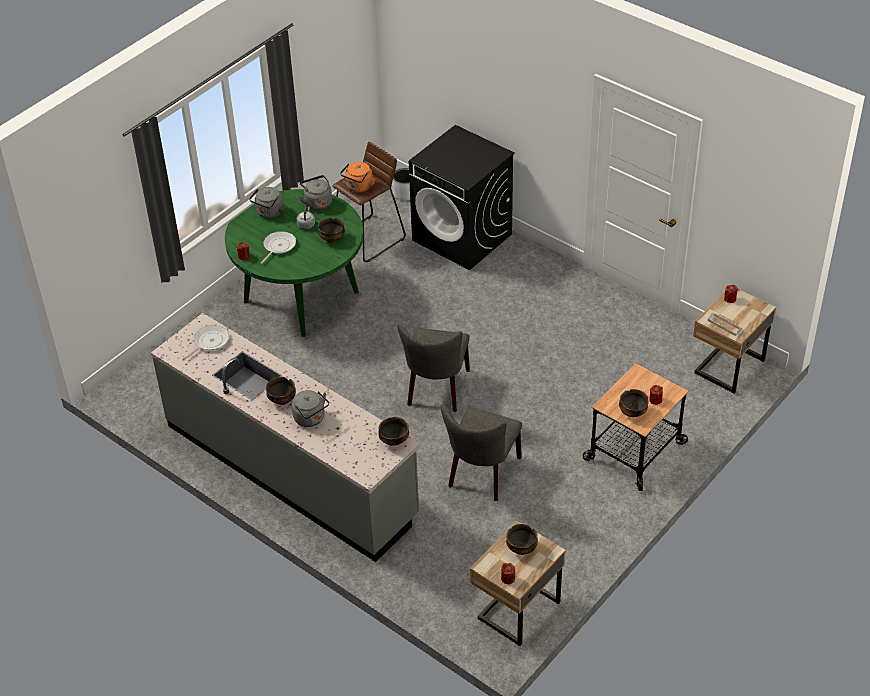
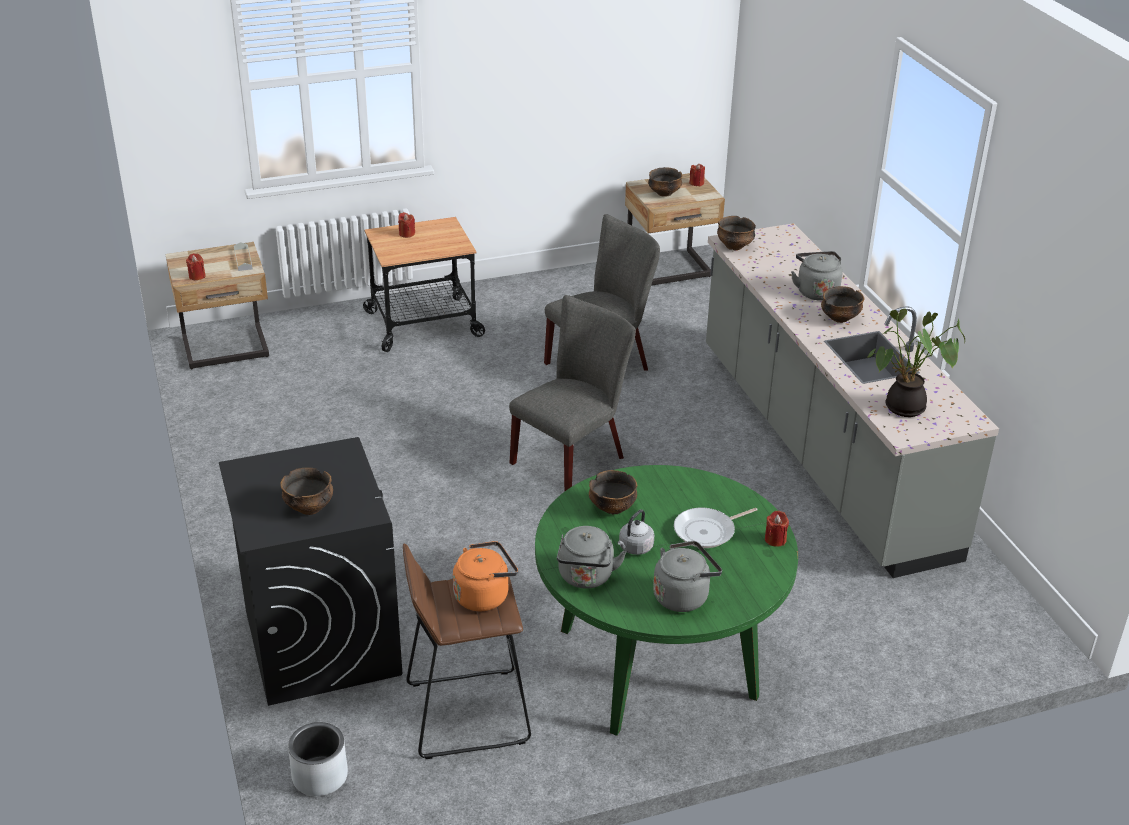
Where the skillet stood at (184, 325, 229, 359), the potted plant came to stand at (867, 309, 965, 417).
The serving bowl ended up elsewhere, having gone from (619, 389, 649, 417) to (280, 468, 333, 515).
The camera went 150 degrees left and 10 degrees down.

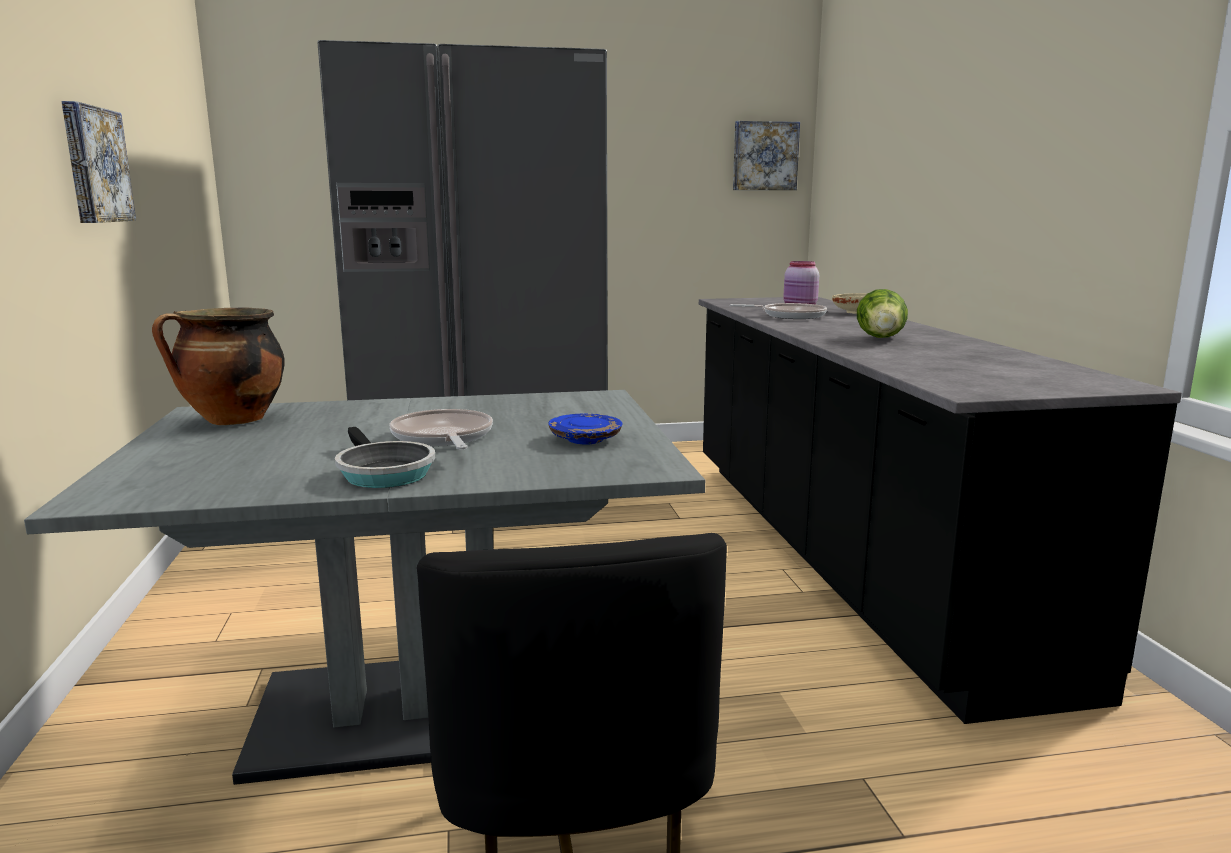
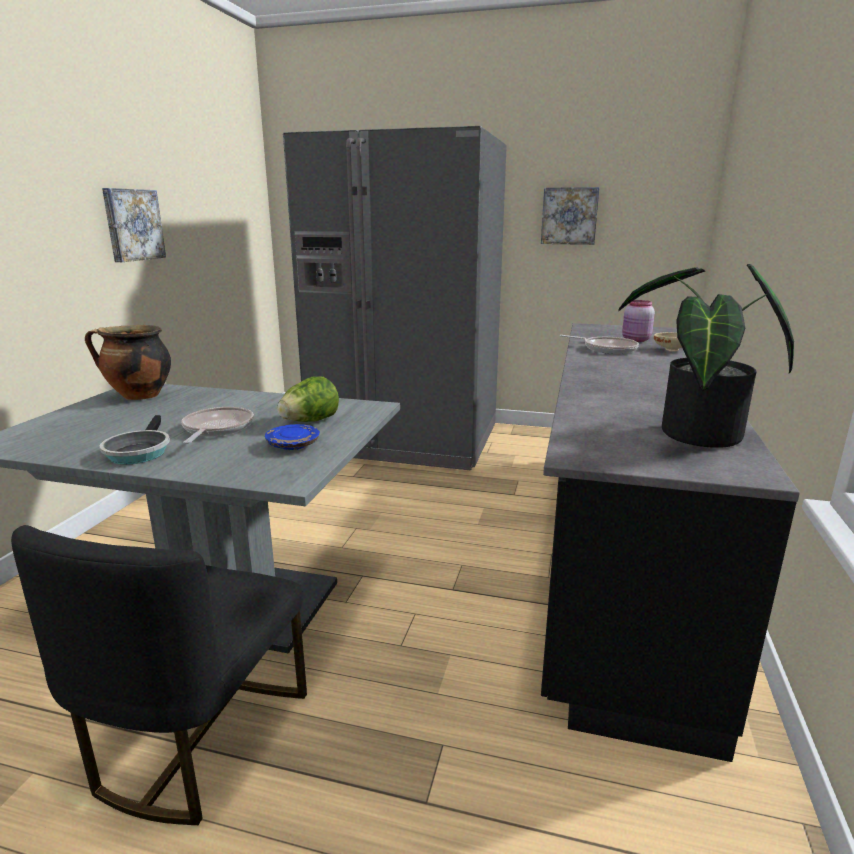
The wall art ended up elsewhere, having gone from (733, 121, 800, 190) to (541, 187, 599, 245).
The lettuce ended up elsewhere, having gone from (857, 289, 908, 338) to (277, 376, 339, 422).
The second view gained the potted plant at (618, 264, 794, 448).
The camera went 25 degrees right and 5 degrees up.

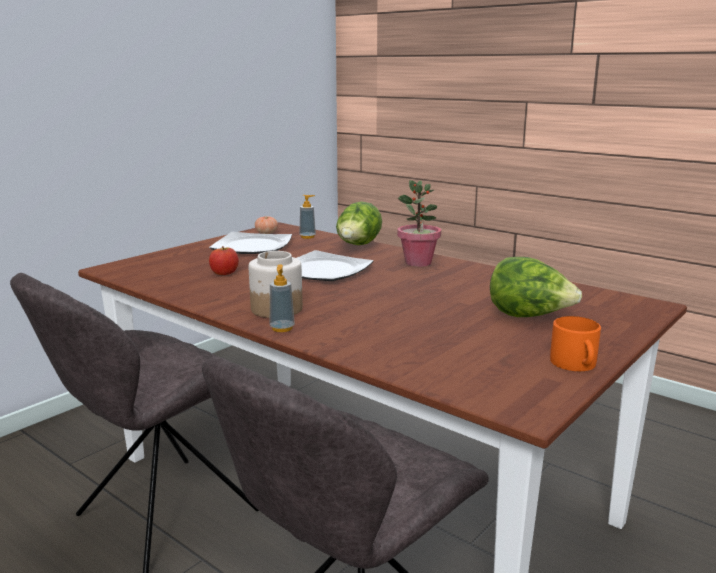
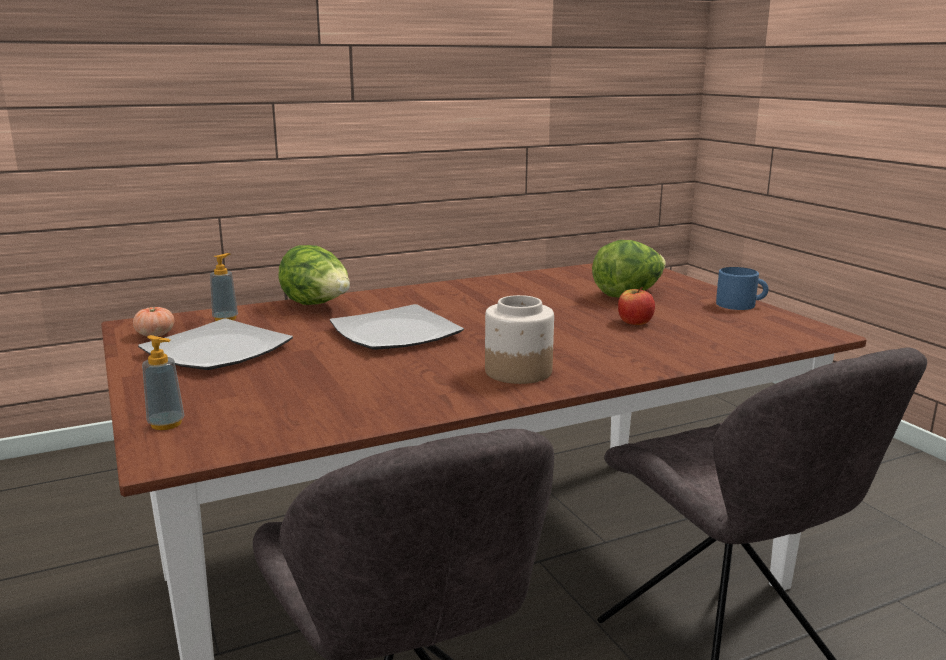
The second view lost the potted plant at (397, 180, 441, 267).
The whole apple ended up elsewhere, having gone from (209, 246, 239, 275) to (618, 287, 655, 325).
The soap bottle ended up elsewhere, having gone from (270, 264, 295, 332) to (142, 335, 184, 430).
What was the orangey mug at (550, 316, 601, 371) turned into the blue-coloured mug at (716, 267, 768, 310).
The camera went 65 degrees left and 0 degrees up.

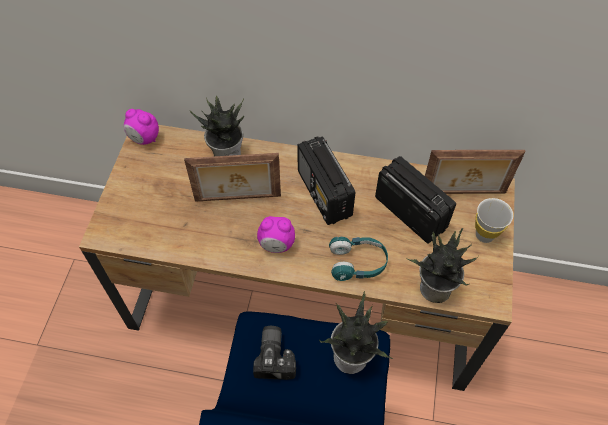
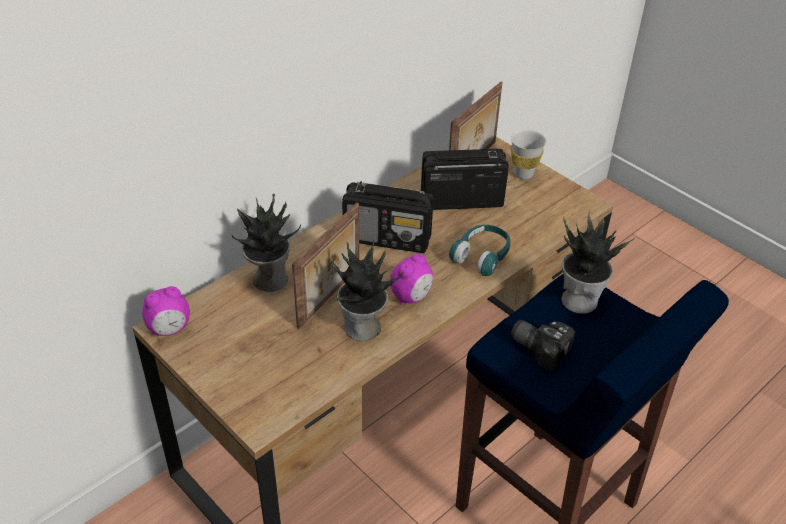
The potted plant ended up elsewhere, having gone from (406, 228, 478, 303) to (331, 240, 403, 341).
The camera went 55 degrees left and 15 degrees down.

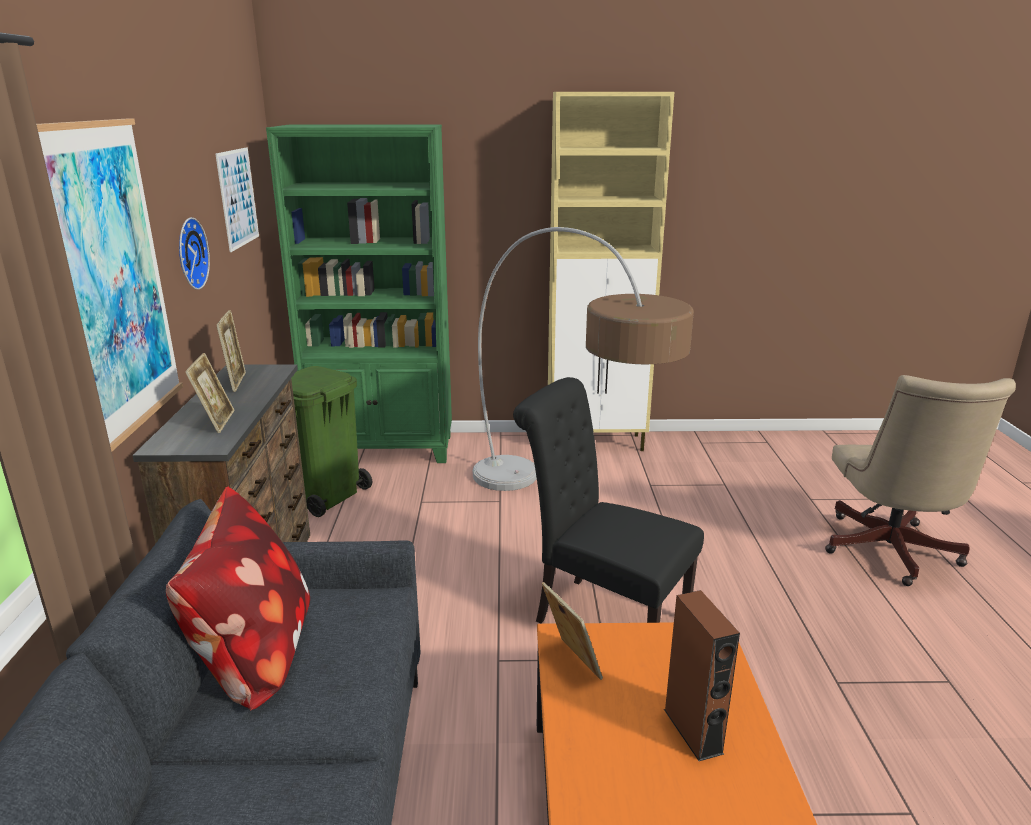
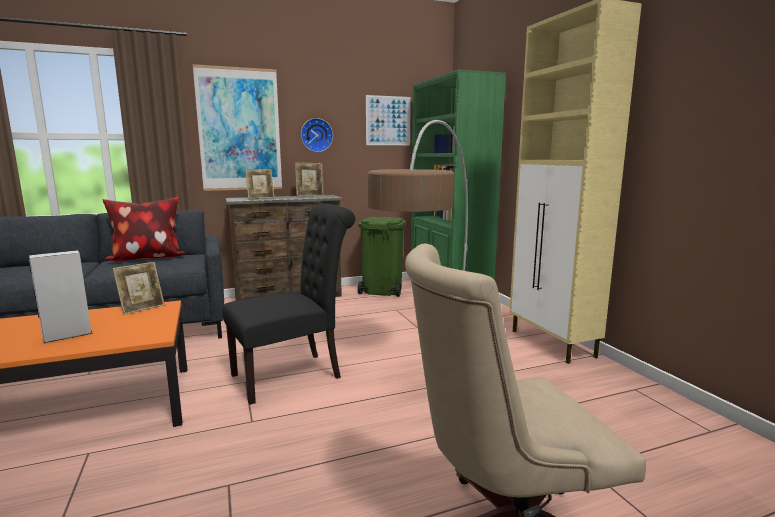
The black-coloured chair at (513, 377, 704, 623) ended up facing another way, 45 degrees clockwise from before.
What was the brown speaker at (664, 590, 740, 761) turned into the gray speaker at (29, 250, 93, 343).
The camera went 70 degrees right and 10 degrees down.

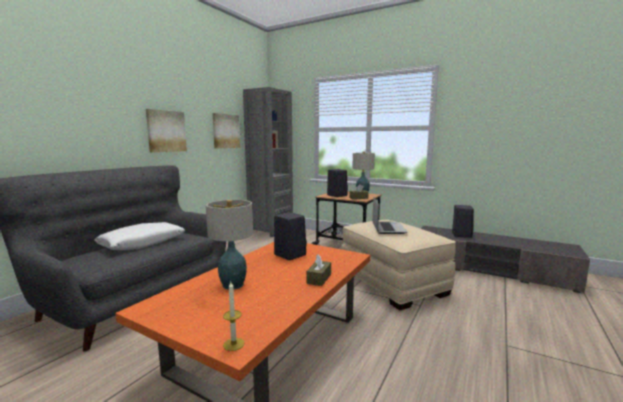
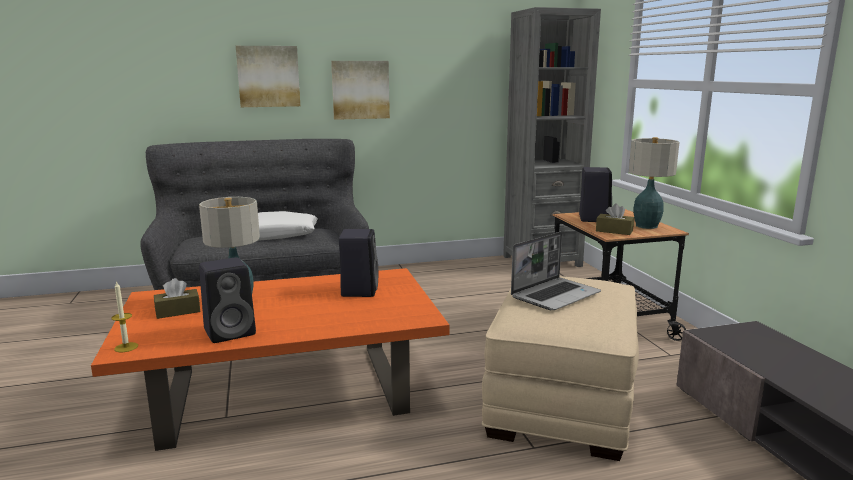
The wall art ended up elsewhere, having gone from (212, 113, 240, 148) to (236, 46, 300, 107).
The black-coloured speaker ended up elsewhere, having gone from (452, 205, 474, 238) to (199, 257, 256, 343).
The brown box of tissues ended up elsewhere, having gone from (306, 254, 331, 286) to (154, 278, 200, 319).
The camera went 45 degrees right and 5 degrees up.

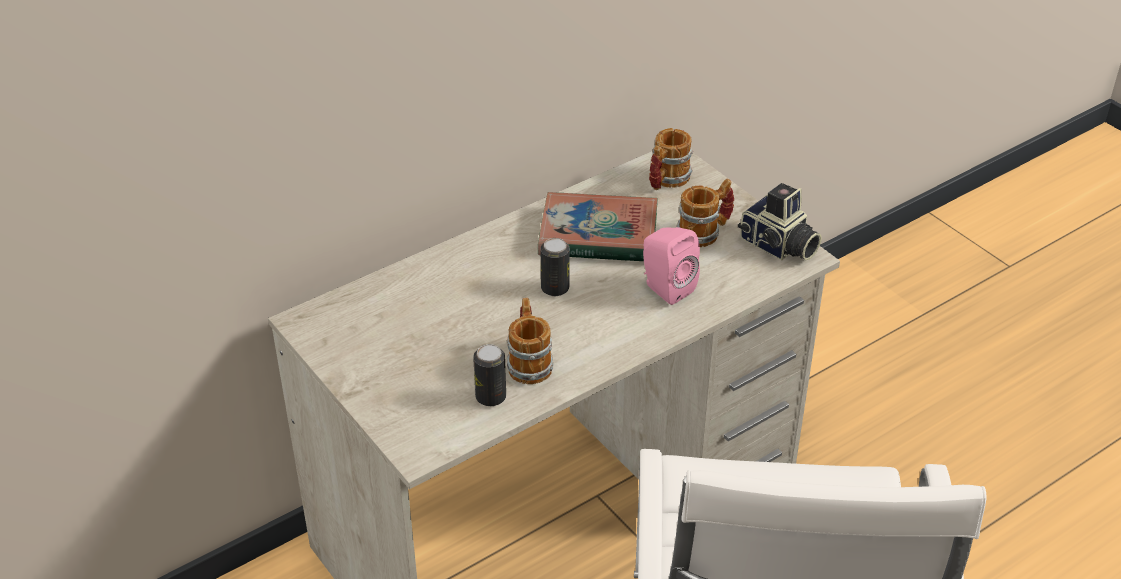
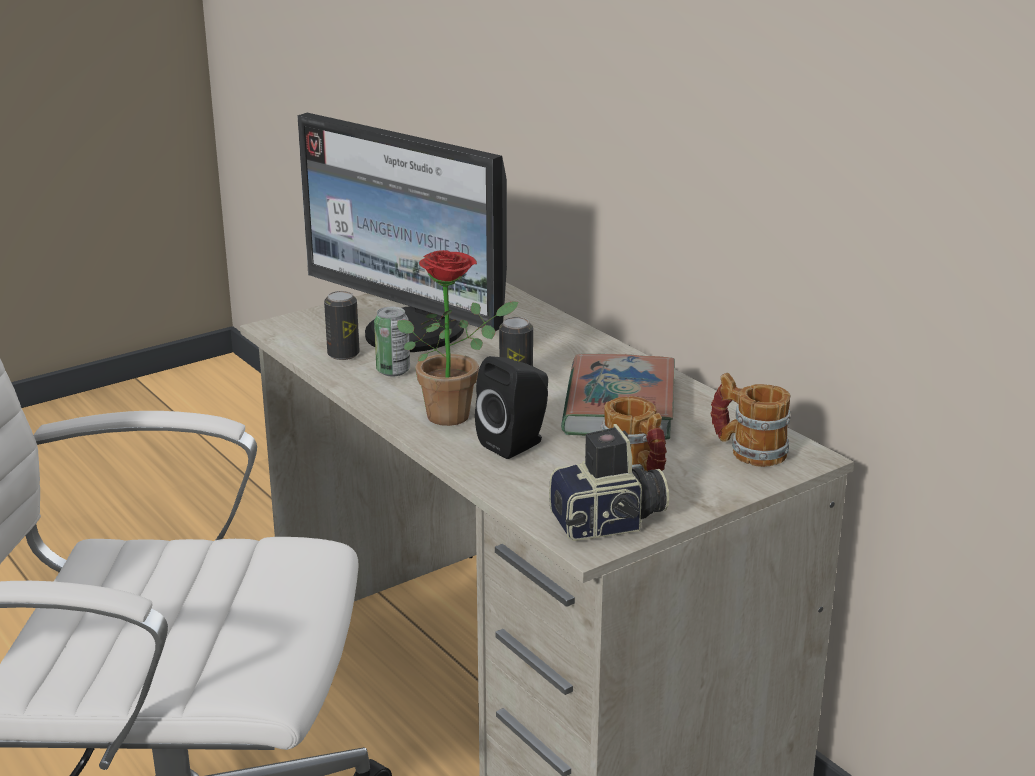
The still camera at (738, 183, 822, 260) ended up facing another way, 150 degrees counterclockwise from before.
What was the pink speaker at (643, 227, 700, 305) turned into the black-coloured speaker at (475, 356, 548, 459).
Where the mug stood at (507, 298, 553, 384), the can came to stand at (374, 307, 410, 376).
The second view gained the monitor at (297, 113, 507, 352).
The second view gained the potted plant at (397, 250, 519, 426).
The camera went 90 degrees right and 15 degrees down.

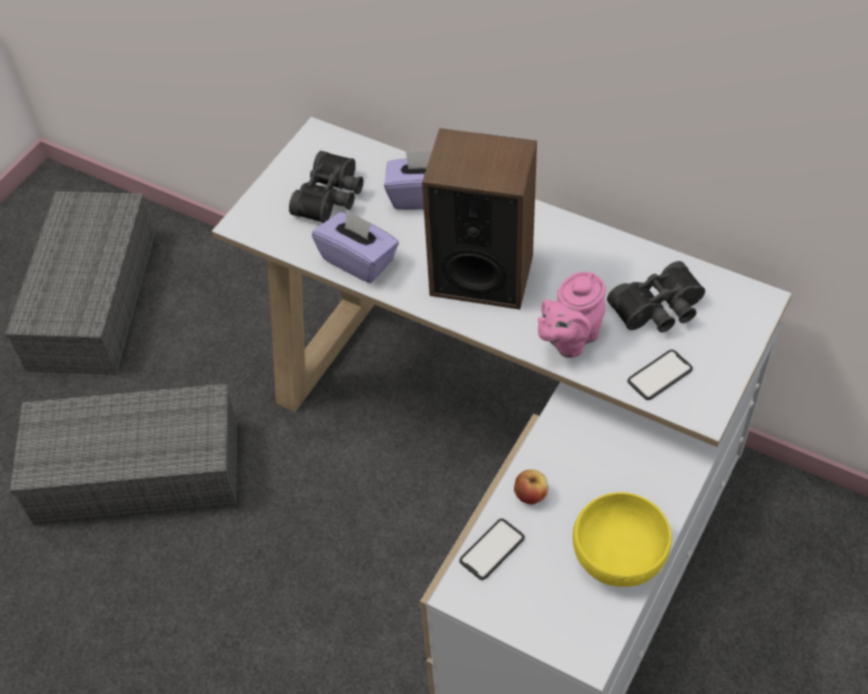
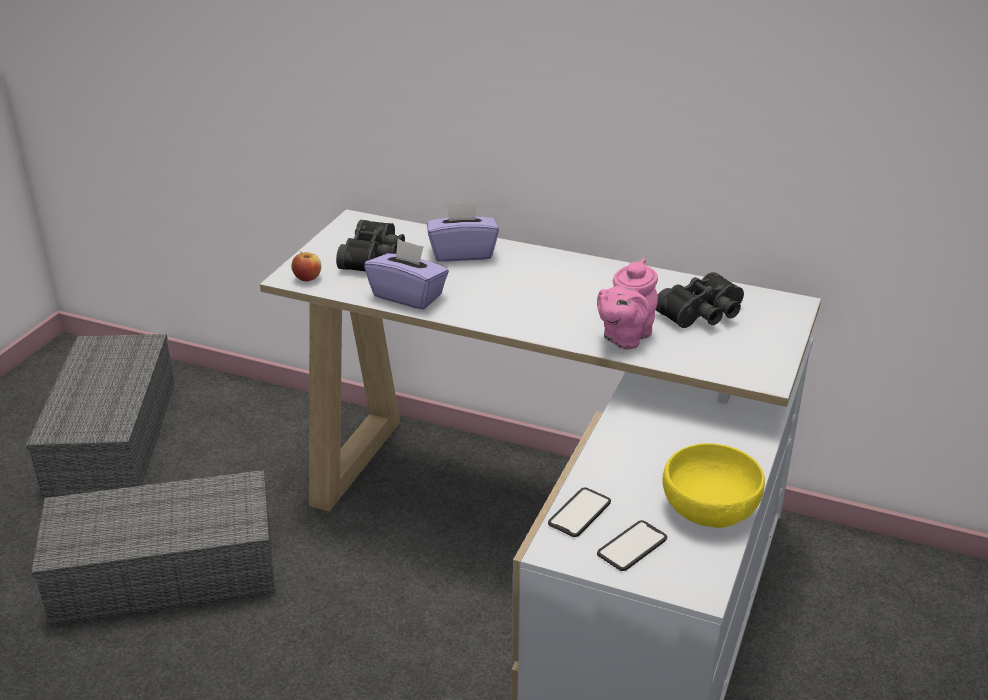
The second view lost the speaker at (422, 128, 537, 310).
The telephone ended up elsewhere, having gone from (627, 350, 693, 400) to (597, 520, 667, 571).
The whole apple ended up elsewhere, having gone from (514, 469, 548, 505) to (291, 251, 321, 281).
The camera went 10 degrees left and 20 degrees down.

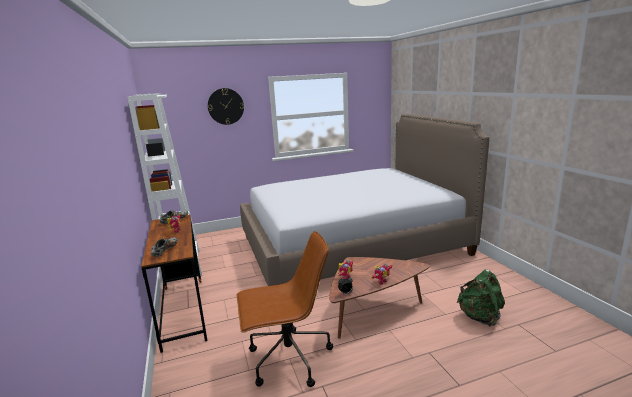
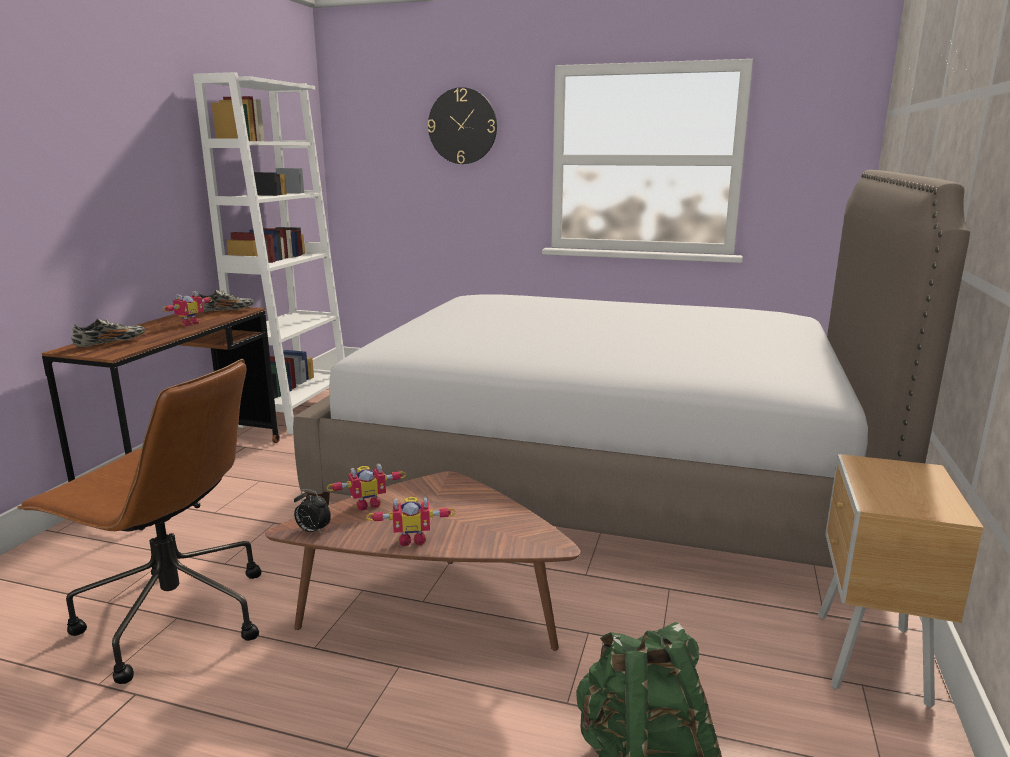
The second view gained the brown night table at (818, 454, 984, 708).
The camera went 35 degrees right and 0 degrees up.

